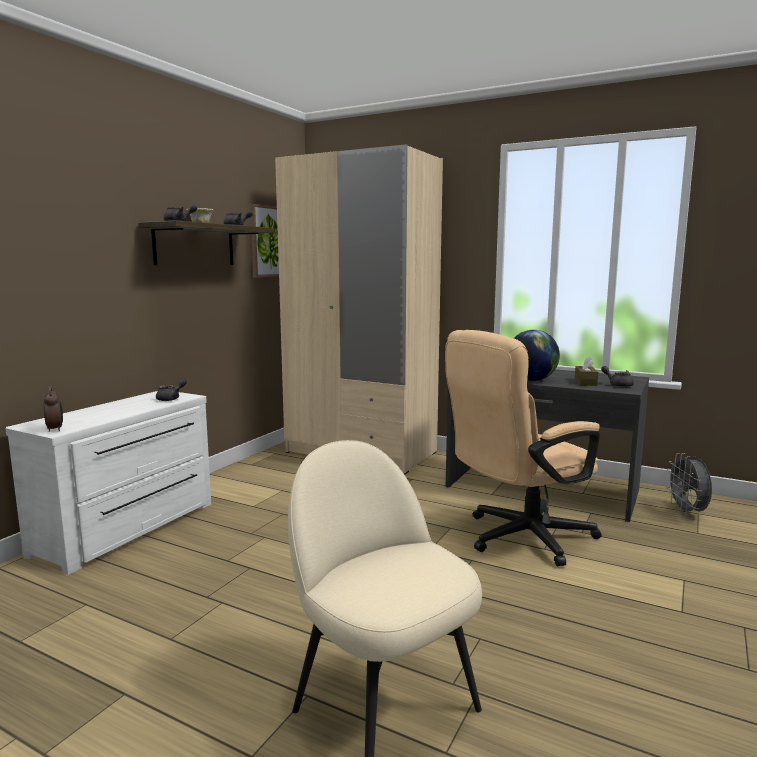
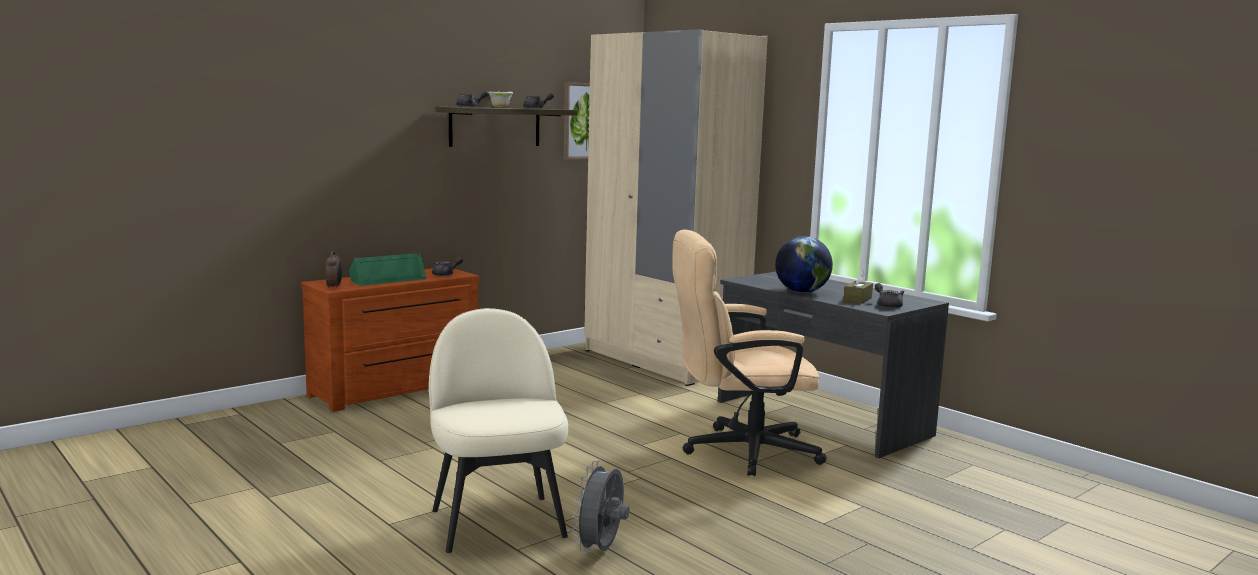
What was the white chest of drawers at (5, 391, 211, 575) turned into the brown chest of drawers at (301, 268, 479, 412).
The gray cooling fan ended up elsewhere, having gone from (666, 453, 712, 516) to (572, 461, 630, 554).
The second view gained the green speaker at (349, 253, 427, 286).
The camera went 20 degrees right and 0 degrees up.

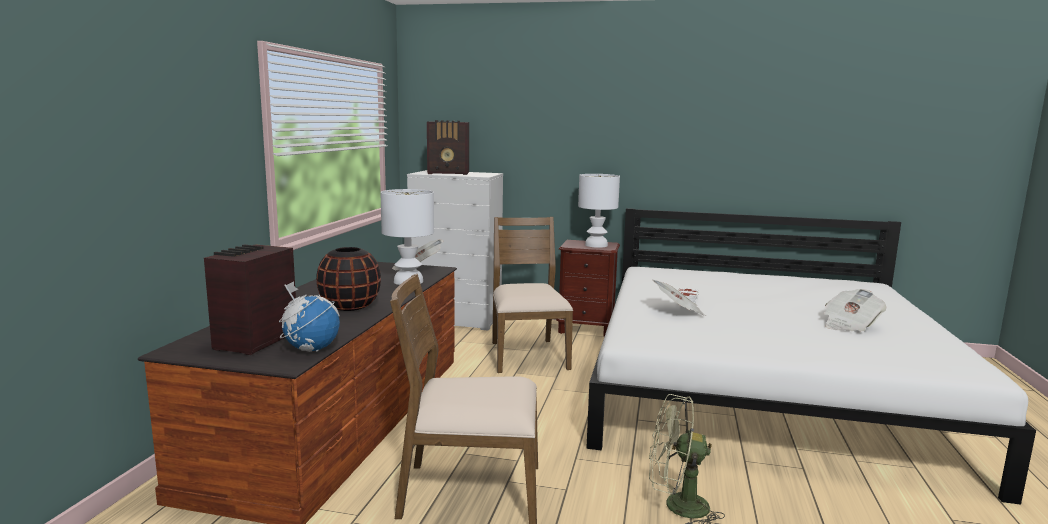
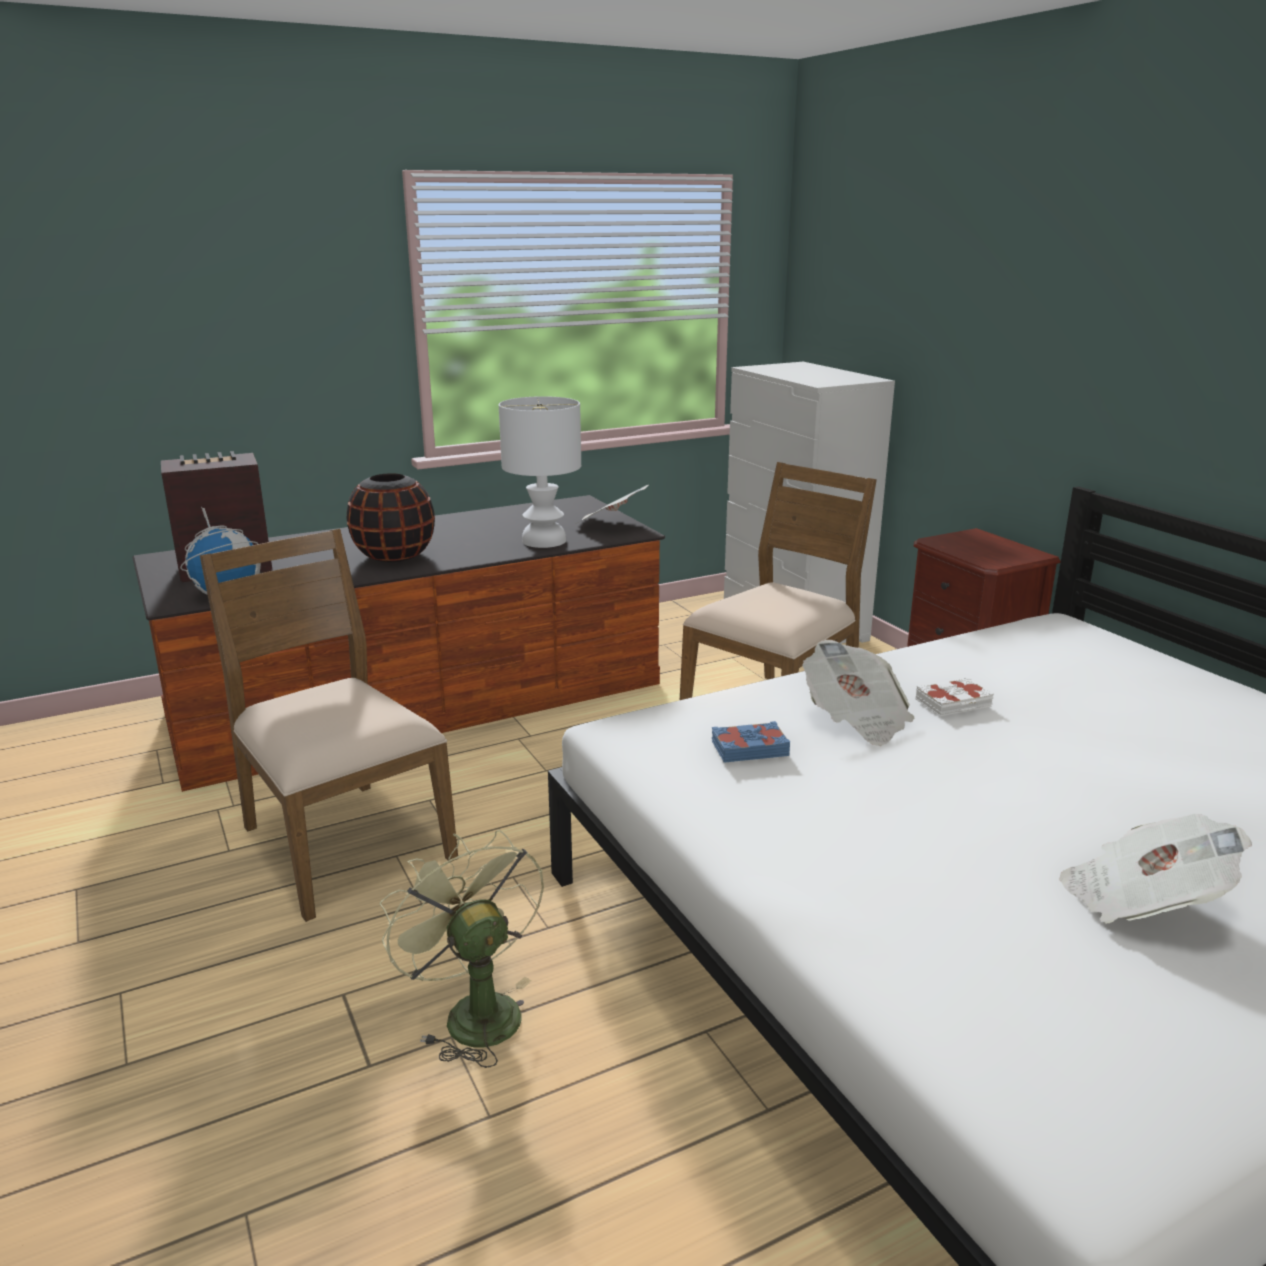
The second view lost the radio set at (427, 120, 469, 175).
The second view lost the white lamp for a table at (578, 174, 620, 248).
The second view gained the blue-coloured volume at (712, 721, 790, 763).
The camera went 50 degrees right and 10 degrees up.

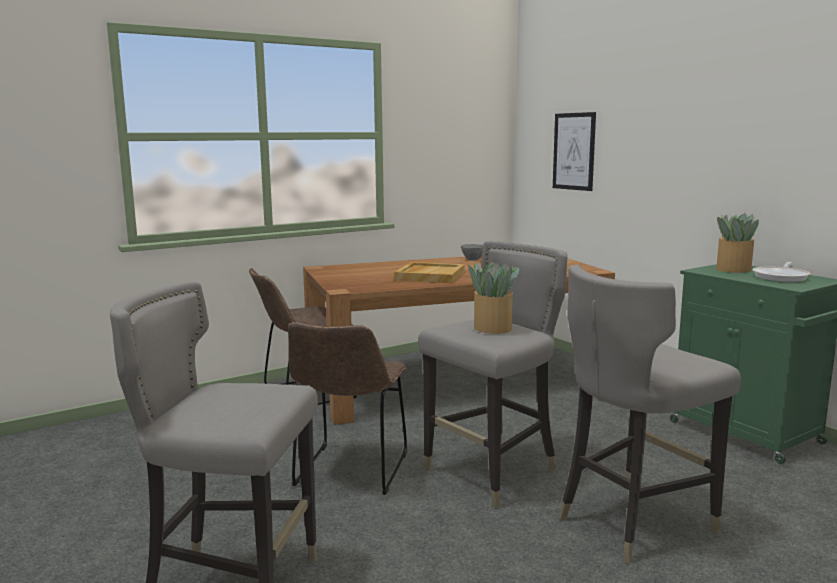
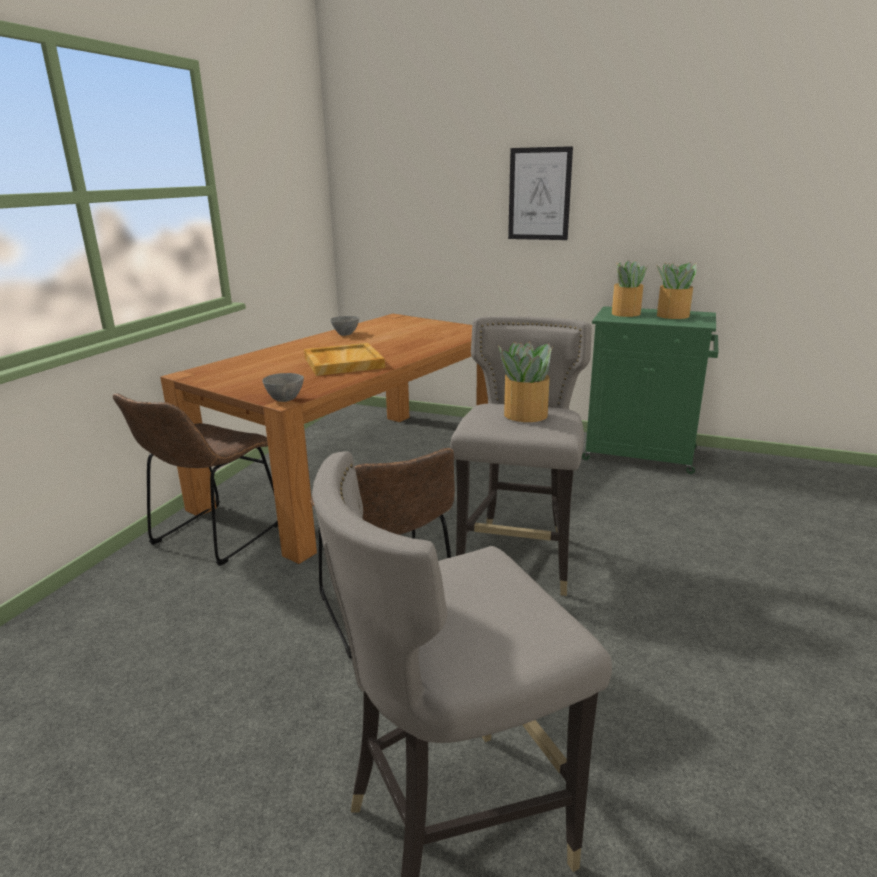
The wall art ended up elsewhere, having gone from (553, 112, 596, 191) to (508, 146, 573, 240).
Where the skillet stood at (753, 262, 810, 282), the potted plant came to stand at (657, 262, 697, 319).
The second view lost the gray stool at (559, 264, 741, 564).
The second view gained the gray serving bowl at (262, 373, 304, 402).
The camera went 35 degrees left and 10 degrees up.

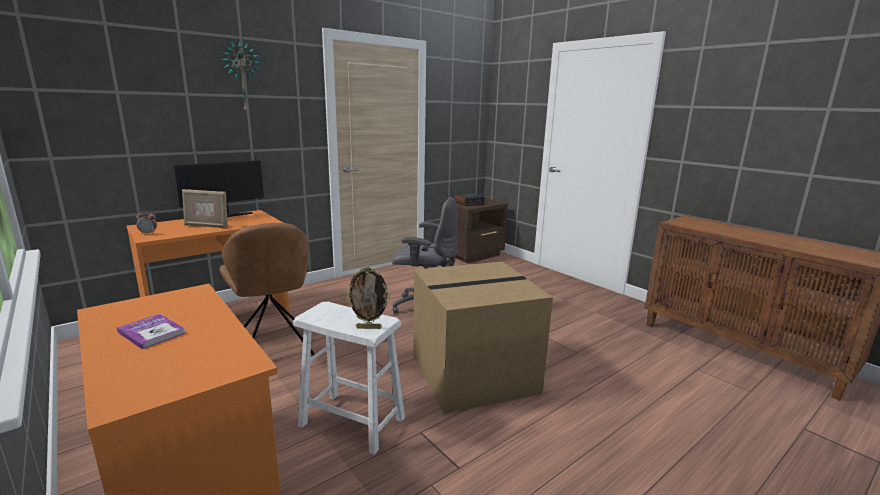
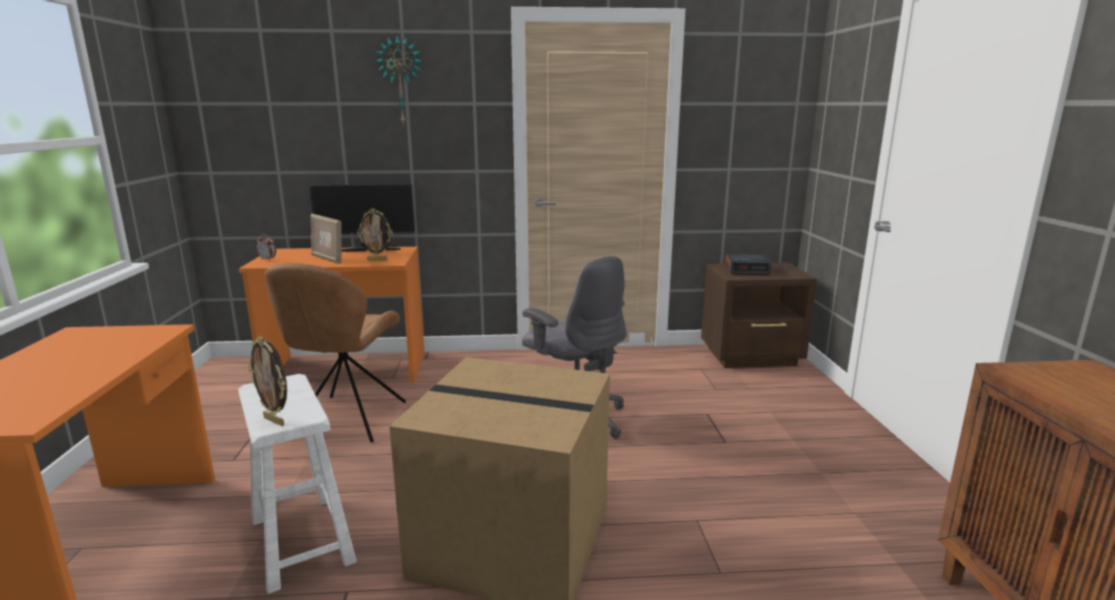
The second view lost the volume at (117, 314, 185, 349).
The second view gained the standing frame at (357, 209, 393, 261).
The camera went 35 degrees right and 0 degrees up.

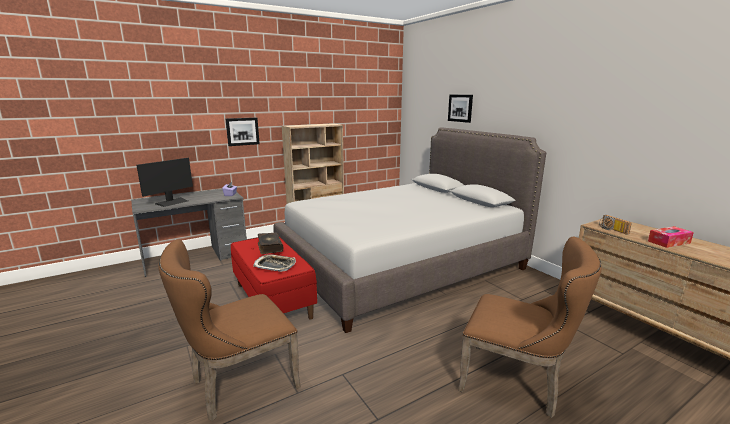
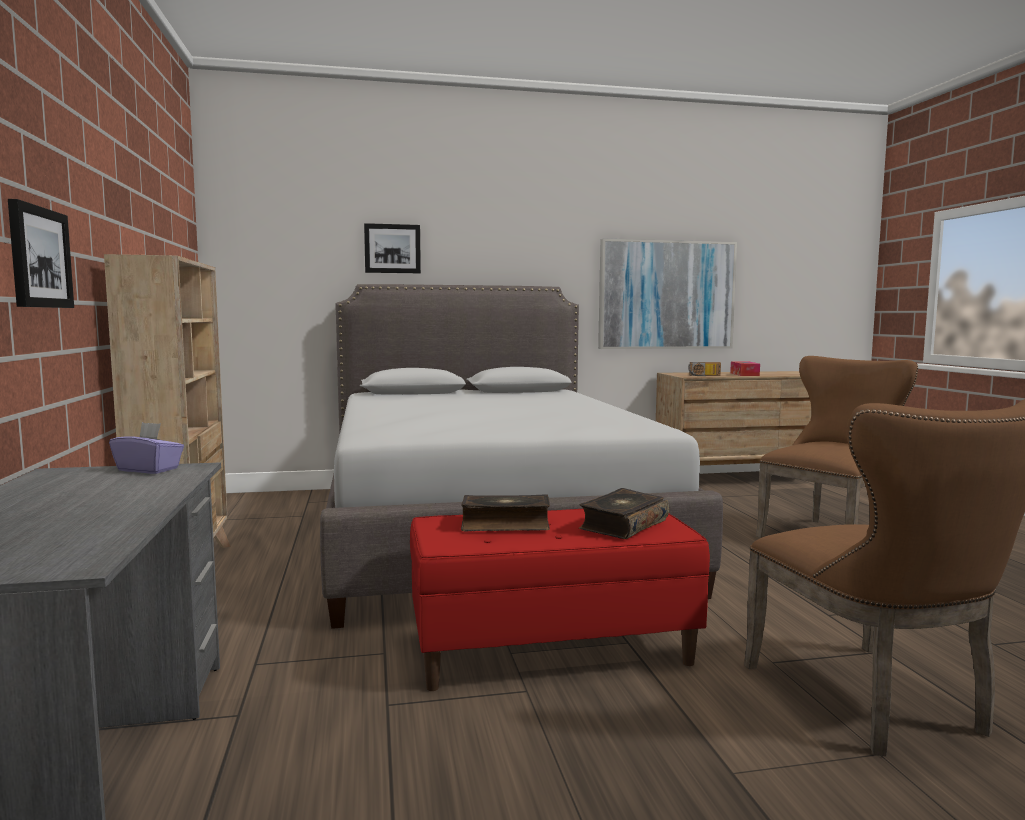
The second view lost the monitor at (137, 158, 193, 207).
Where the carrying tray stood at (253, 254, 296, 272), the volume came to stand at (579, 488, 669, 539).
The second view gained the wall art at (598, 239, 737, 349).
The camera went 70 degrees left and 10 degrees down.

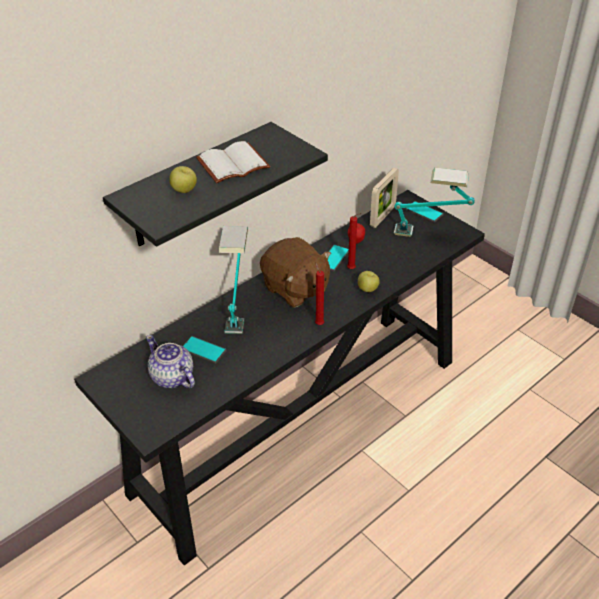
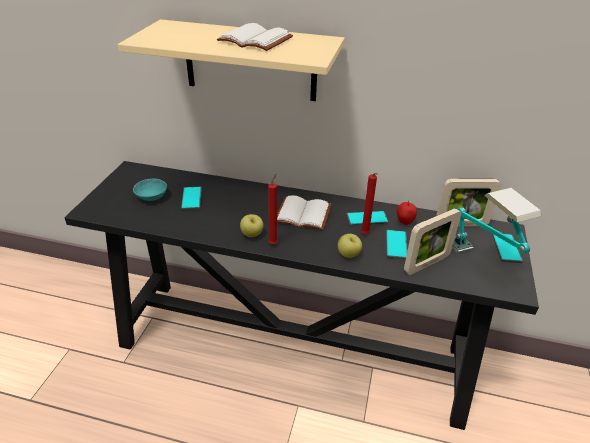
What was the black-coloured wall shelf at (103, 122, 328, 247) turned into the beige-coloured wall shelf at (118, 19, 345, 101).
The whole apple ended up elsewhere, having gone from (169, 166, 197, 193) to (240, 214, 263, 237).
The second view lost the lamp for a table at (219, 226, 248, 334).
Where the brown cuddly toy stood at (260, 237, 331, 308), the white volume came to stand at (277, 196, 331, 230).
Where the pot for tea stood at (146, 335, 195, 389), the turquoise-coloured serving bowl came to stand at (133, 179, 167, 201).
The second view gained the standing frame at (404, 208, 461, 275).
The second view gained the telephone at (386, 230, 408, 260).
The camera went 55 degrees right and 5 degrees down.

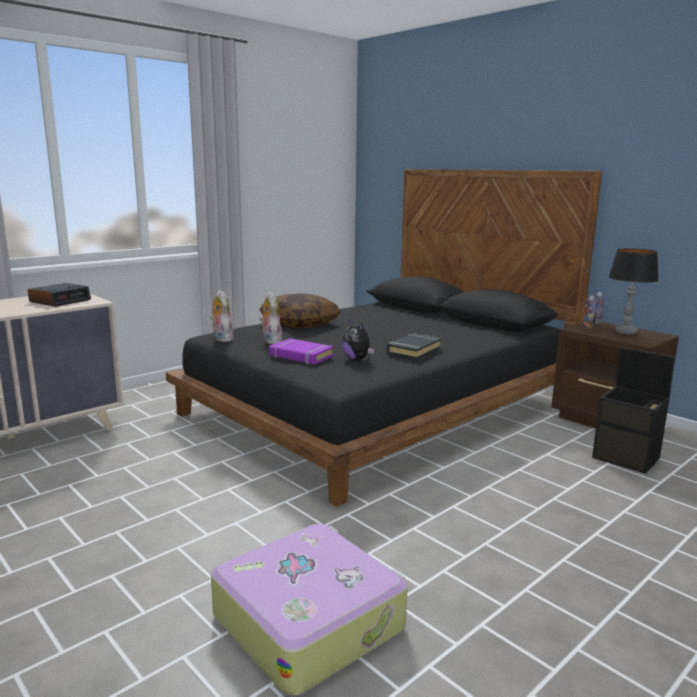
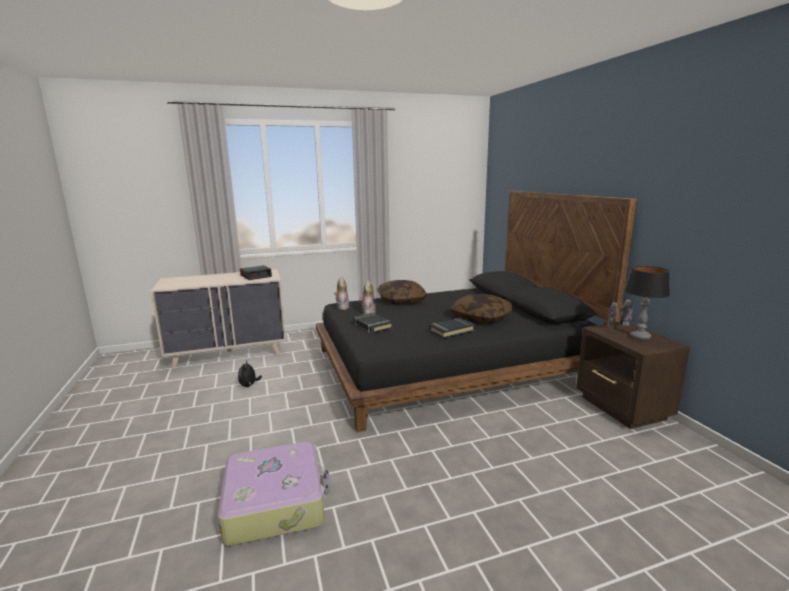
The cuddly toy ended up elsewhere, having gone from (342, 319, 374, 361) to (238, 360, 262, 387).
What was the purple-coloured volume at (269, 338, 334, 365) turned into the black-coloured volume at (353, 313, 392, 333).
The second view lost the black-coloured storage container at (592, 347, 675, 474).
The second view gained the cushion at (450, 294, 514, 323).
The camera went 25 degrees right and 0 degrees up.

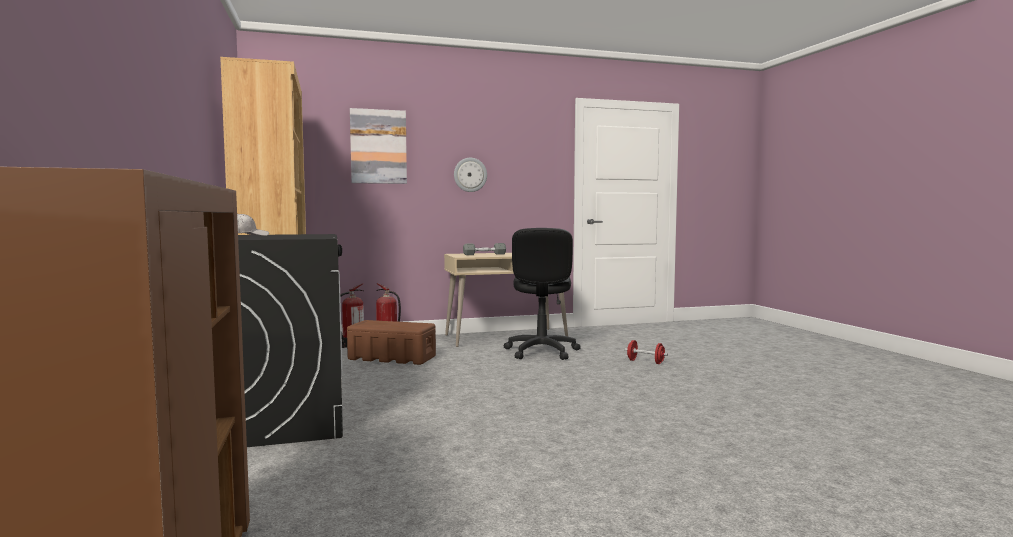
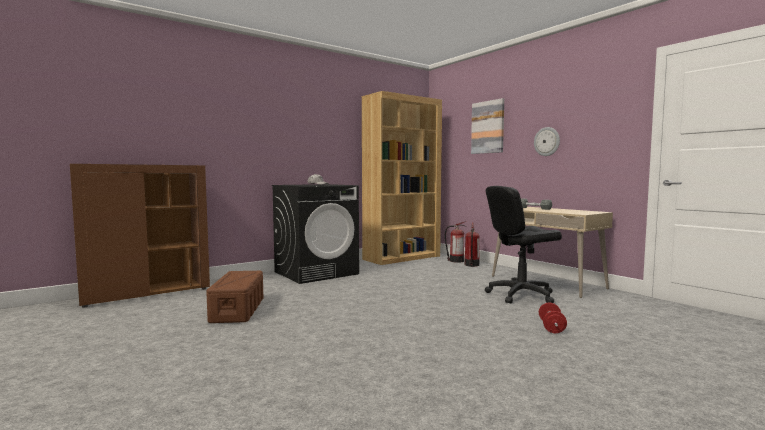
The brown storage container ended up elsewhere, having gone from (347, 320, 436, 365) to (206, 271, 263, 323).
The camera went 70 degrees right and 0 degrees up.

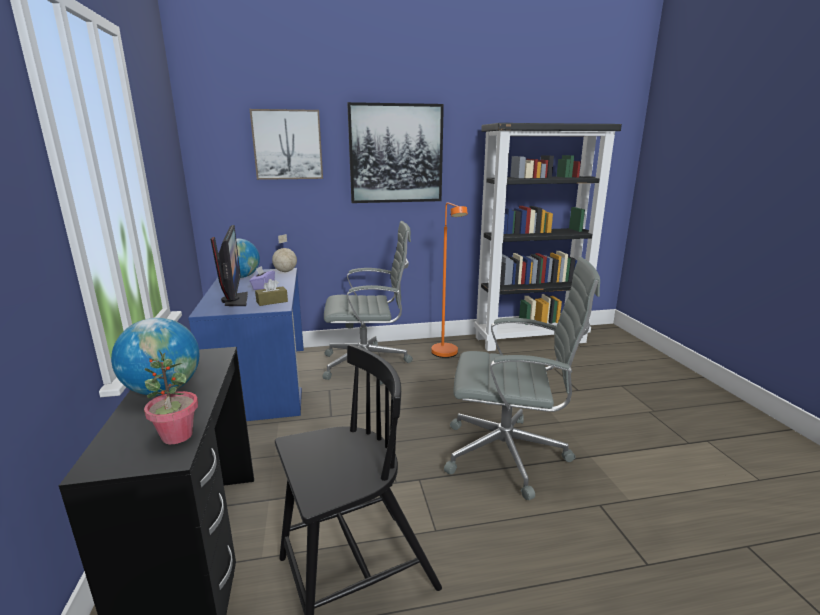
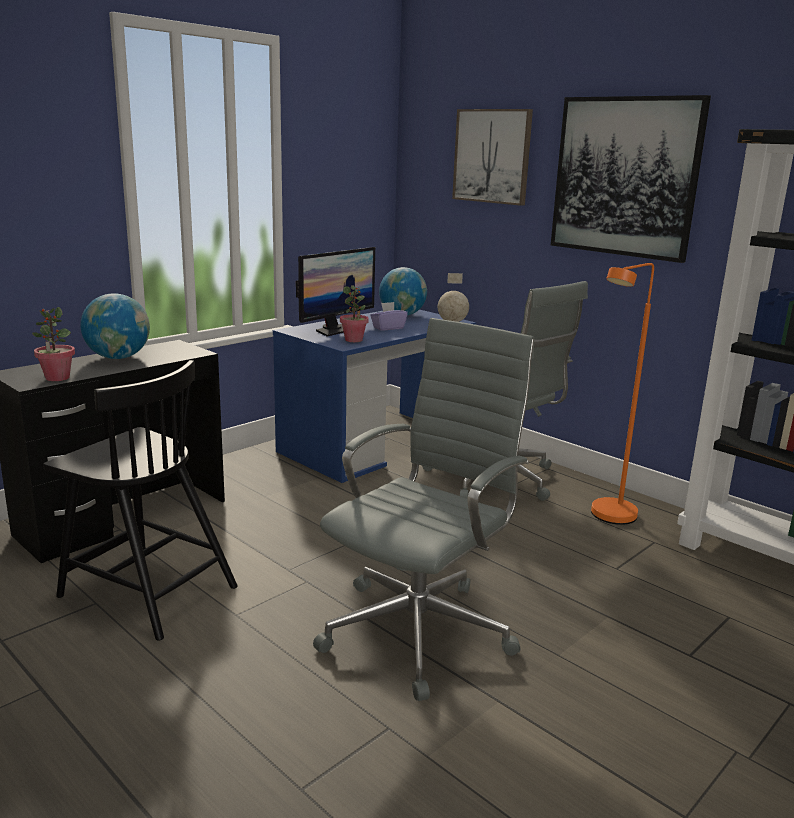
The gray computer chair at (444, 257, 600, 500) ended up facing another way, 120 degrees counterclockwise from before.
Where the brown box of tissues stood at (255, 279, 288, 306), the potted plant came to stand at (340, 285, 369, 342).
The camera went 55 degrees right and 0 degrees up.

